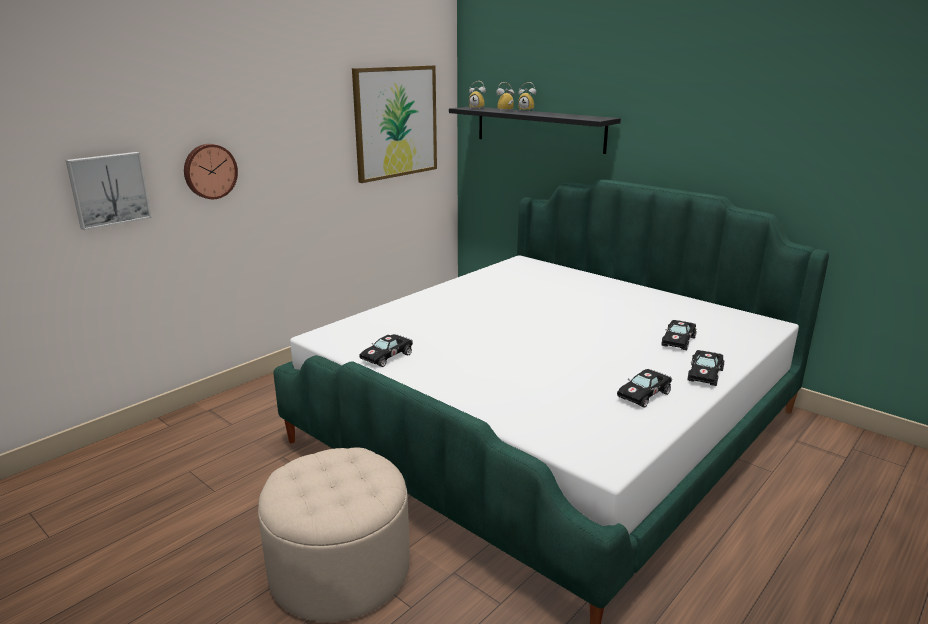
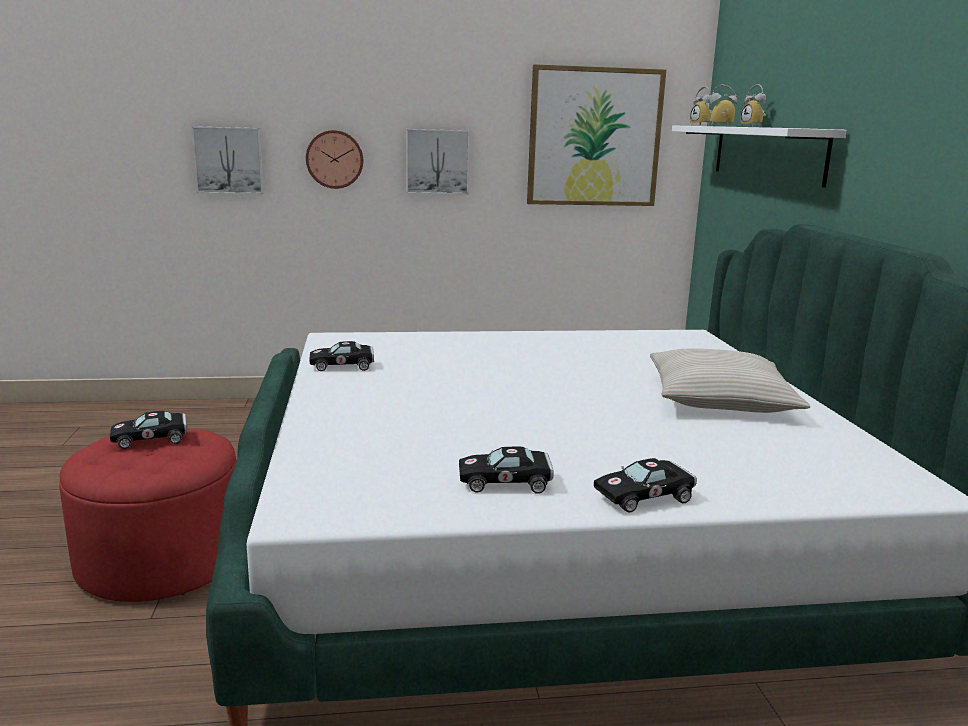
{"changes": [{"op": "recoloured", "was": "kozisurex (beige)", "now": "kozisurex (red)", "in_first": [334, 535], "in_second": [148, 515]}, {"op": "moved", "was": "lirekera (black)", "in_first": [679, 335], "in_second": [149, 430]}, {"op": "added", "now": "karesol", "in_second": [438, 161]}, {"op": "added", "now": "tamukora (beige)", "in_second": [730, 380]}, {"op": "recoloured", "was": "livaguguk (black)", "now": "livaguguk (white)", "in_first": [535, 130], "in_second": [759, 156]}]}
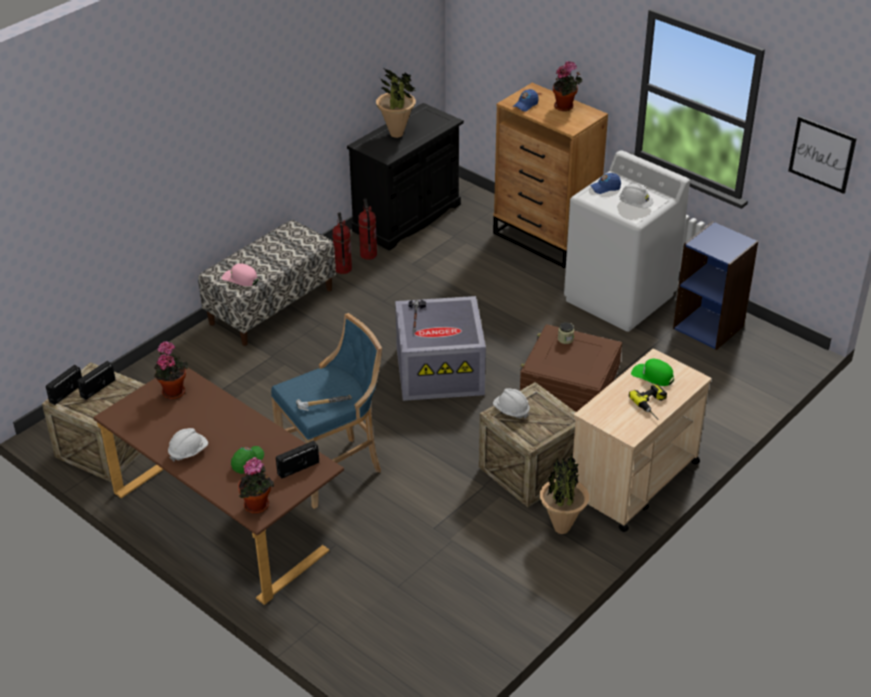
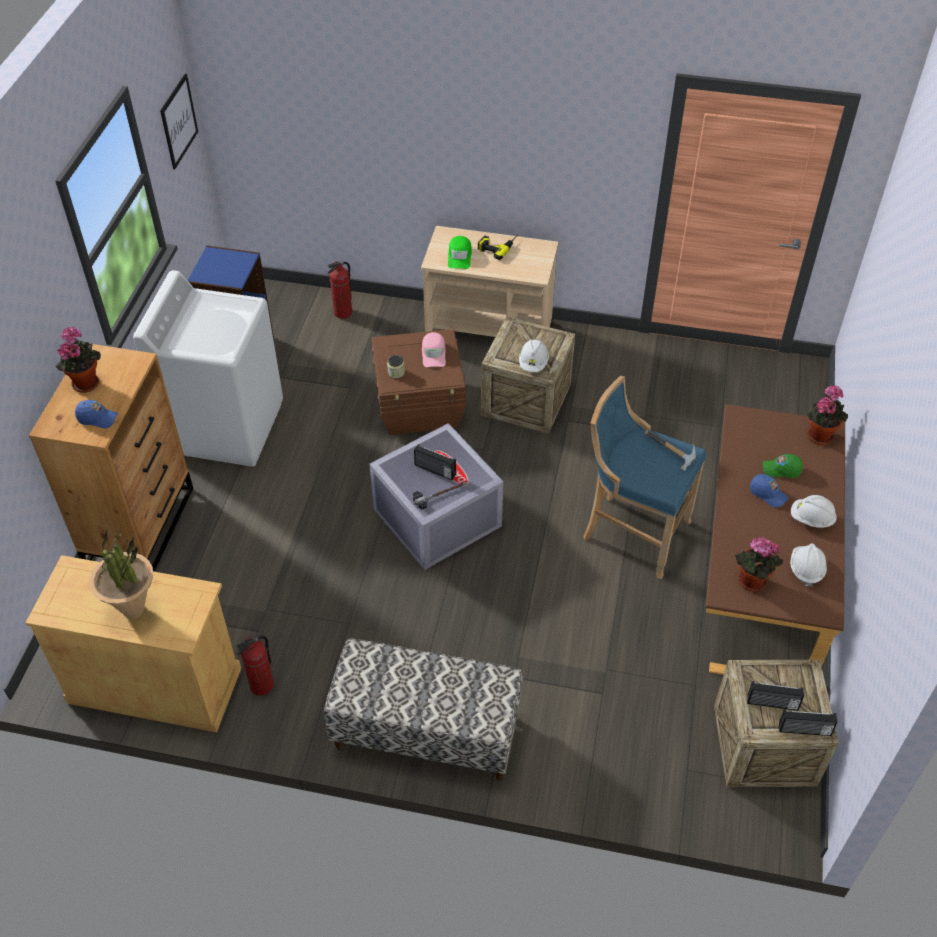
{"changes": [{"op": "recoloured", "was": "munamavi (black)", "now": "munamavi (beige)", "in_first": [405, 177], "in_second": [133, 644]}, {"op": "moved", "was": "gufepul", "in_first": [342, 243], "in_second": [339, 290]}, {"op": "moved", "was": "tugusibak", "in_first": [297, 460], "in_second": [435, 462]}, {"op": "moved", "was": "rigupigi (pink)", "in_first": [240, 274], "in_second": [434, 349]}, {"op": "moved", "was": "rigupigi (blue)", "in_first": [605, 183], "in_second": [769, 490]}, {"op": "moved", "was": "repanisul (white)", "in_first": [636, 195], "in_second": [808, 565]}, {"op": "removed", "was": "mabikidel", "in_first": [564, 494]}]}
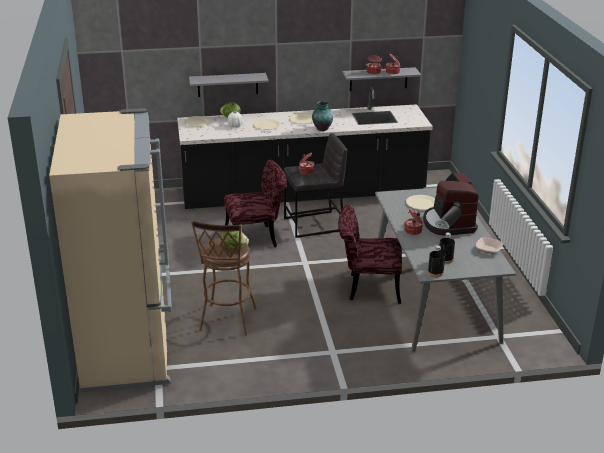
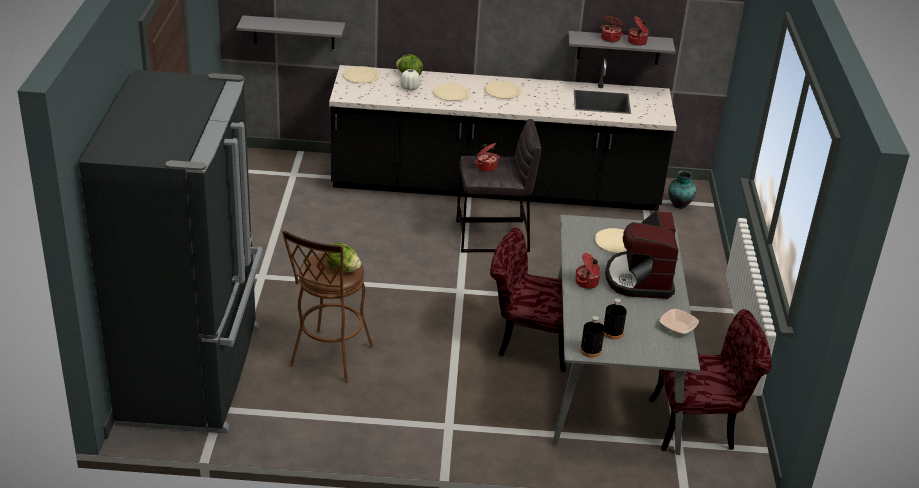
{"changes": [{"op": "recoloured", "was": "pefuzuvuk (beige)", "now": "pefuzuvuk (black)", "in_first": [110, 250], "in_second": [171, 252]}, {"op": "moved", "was": "livaguguk (grey)", "in_first": [229, 85], "in_second": [291, 32]}, {"op": "moved", "was": "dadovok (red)", "in_first": [255, 203], "in_second": [710, 380]}, {"op": "moved", "was": "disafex", "in_first": [322, 116], "in_second": [682, 190]}]}
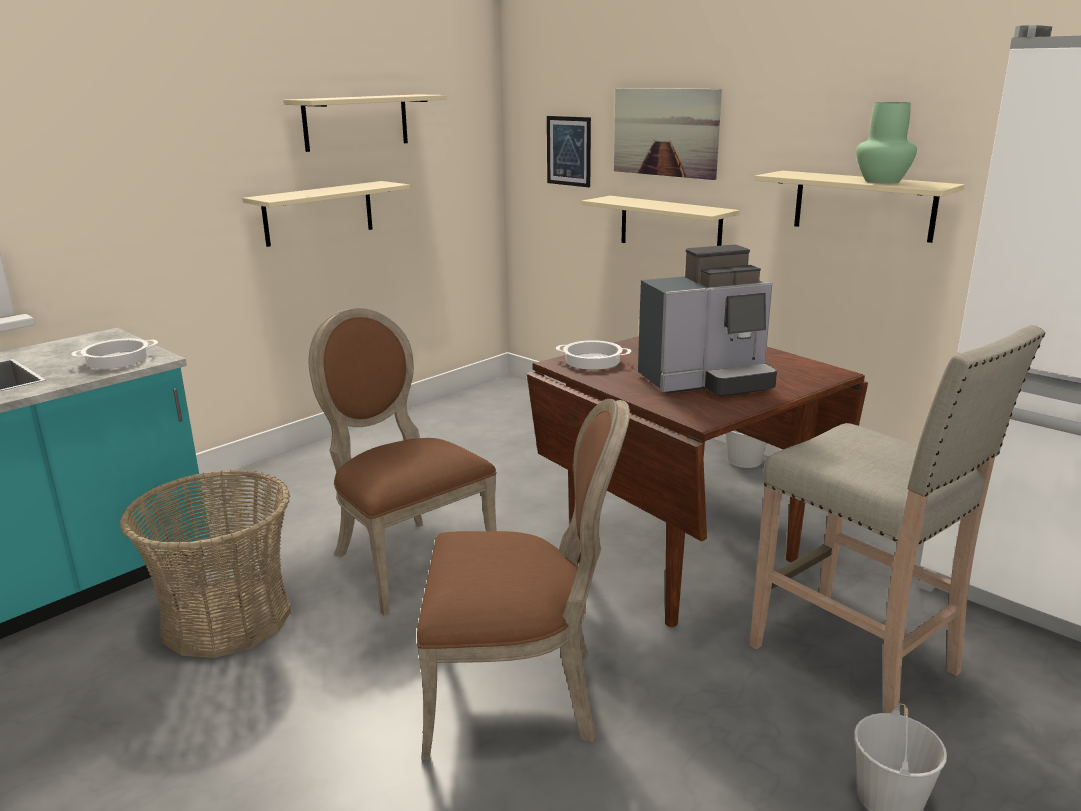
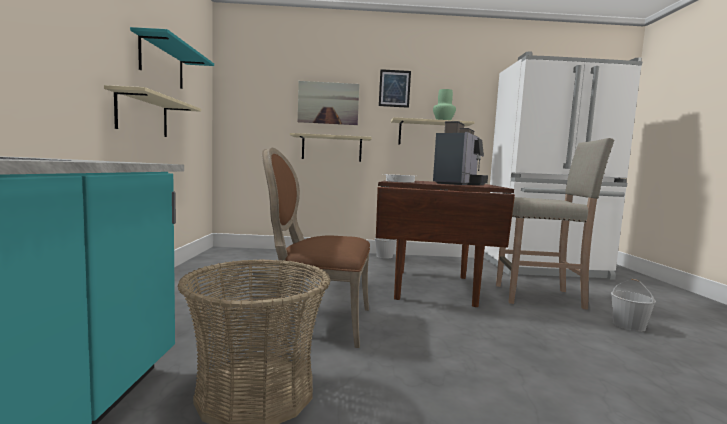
{"changes": [{"op": "recoloured", "was": "livaguguk (beige)", "now": "livaguguk (turquoise)", "in_first": [365, 123], "in_second": [172, 58]}, {"op": "moved", "was": "karesol", "in_first": [569, 151], "in_second": [395, 88]}, {"op": "removed", "was": "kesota", "in_first": [114, 354]}, {"op": "removed", "was": "dadovok (brown)", "in_first": [523, 579]}]}
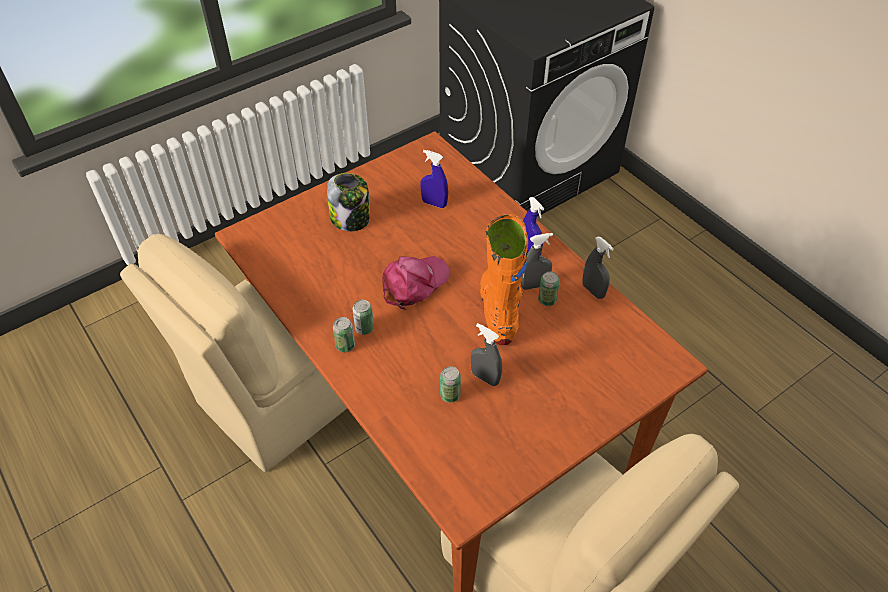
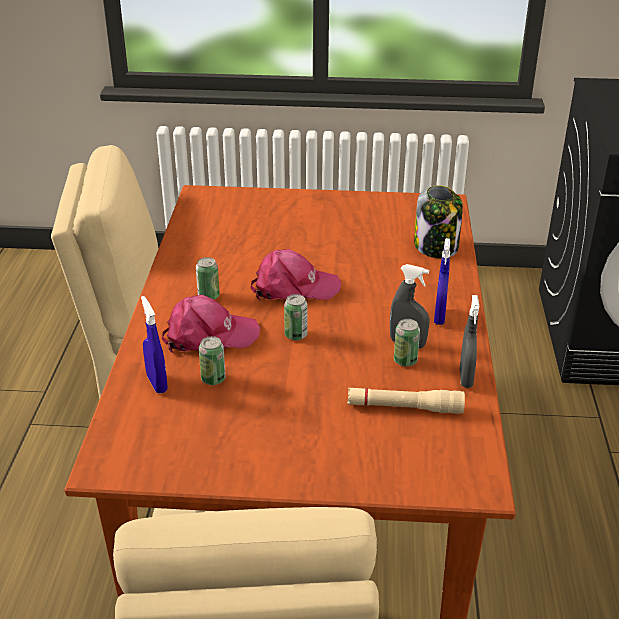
{"changes": [{"op": "moved", "was": "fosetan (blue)", "in_first": [434, 179], "in_second": [154, 345]}, {"op": "added", "now": "rigupigi (pink)", "in_second": [211, 324]}, {"op": "moved", "was": "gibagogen", "in_first": [344, 334], "in_second": [296, 317]}, {"op": "added", "now": "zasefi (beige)", "in_second": [406, 401]}, {"op": "moved", "was": "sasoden", "in_first": [348, 202], "in_second": [438, 221]}, {"op": "removed", "was": "fosetan (grey)", "in_first": [486, 354]}, {"op": "removed", "was": "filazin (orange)", "in_first": [504, 279]}]}
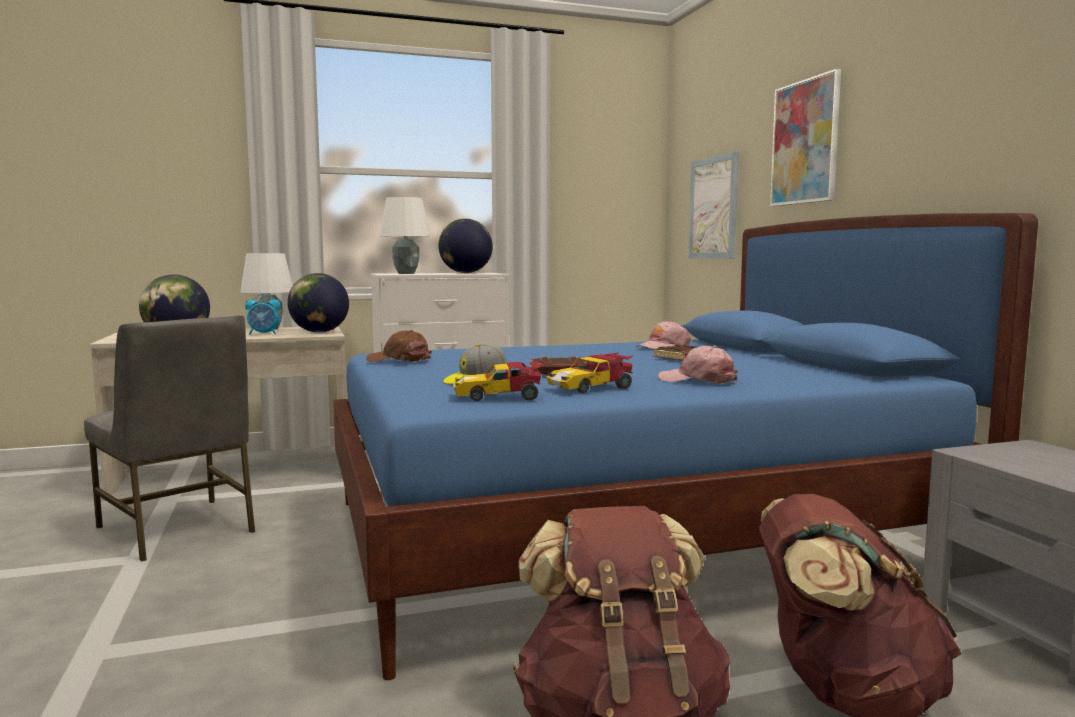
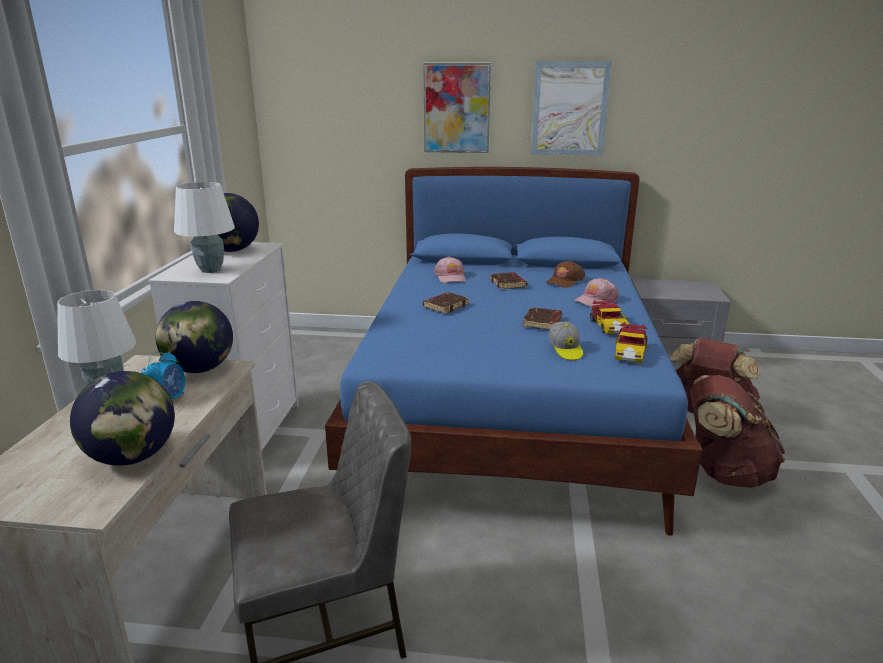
{"changes": [{"op": "added", "now": "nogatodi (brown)", "in_second": [446, 303]}, {"op": "moved", "was": "karesol", "in_first": [714, 205], "in_second": [571, 109]}, {"op": "moved", "was": "rigupigi (brown)", "in_first": [399, 346], "in_second": [565, 274]}]}
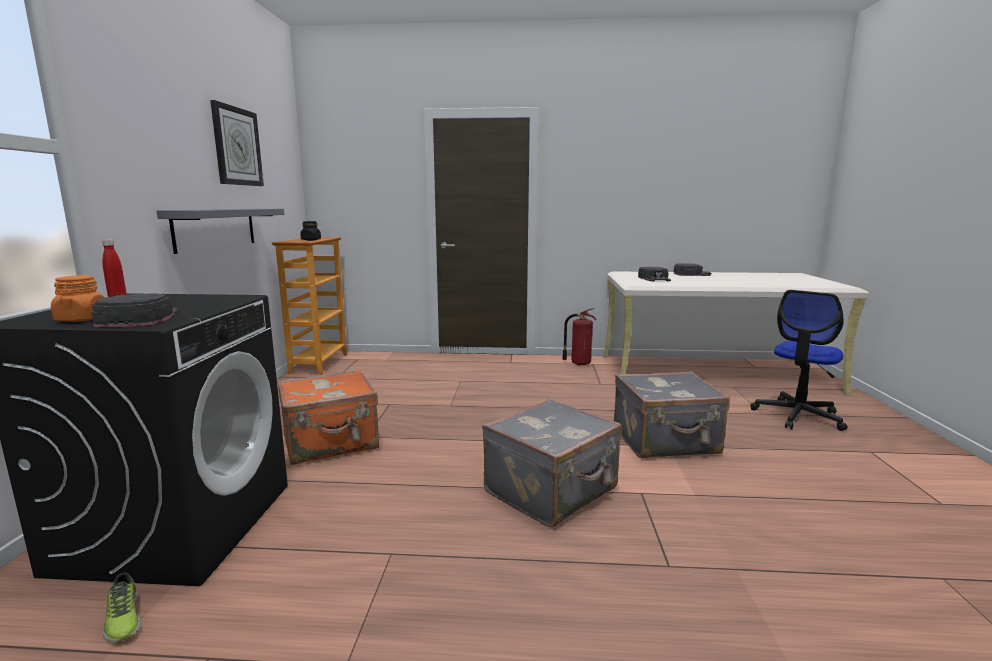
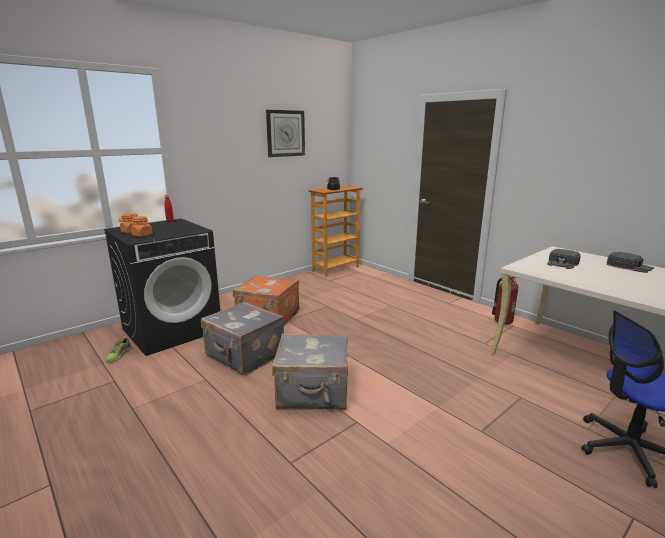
{"changes": [{"op": "replaced", "was": "rigupigi (black)", "now": "sasoden (orange)", "in_first": [135, 310], "in_second": [141, 226]}, {"op": "moved", "was": "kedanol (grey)", "in_first": [672, 414], "in_second": [242, 338]}, {"op": "removed", "was": "livaguguk (grey)", "in_first": [220, 231]}]}
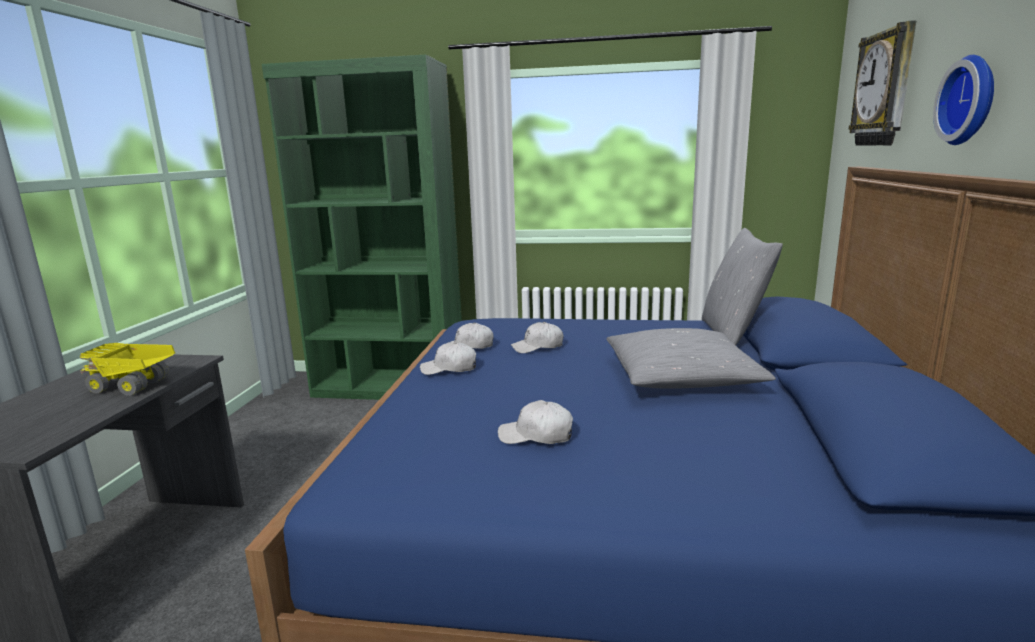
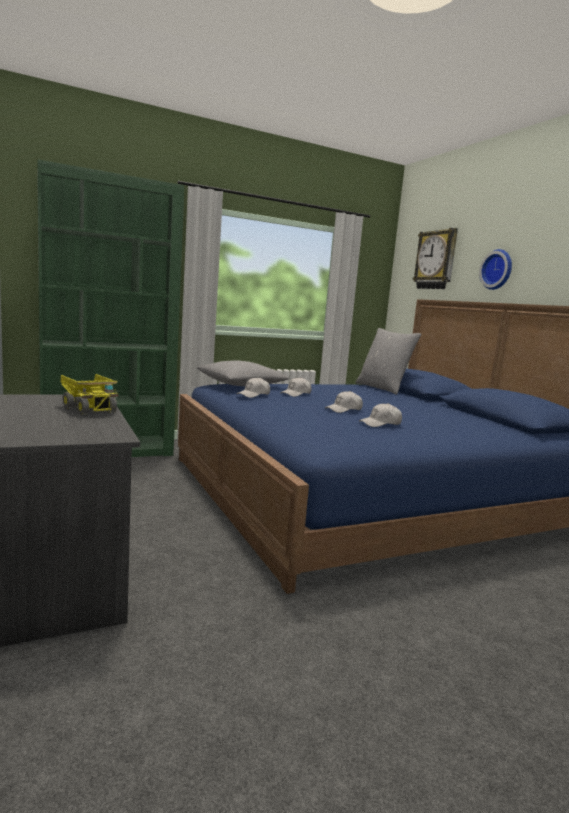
{"changes": [{"op": "turned", "was": "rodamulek", "in_first": [127, 369], "in_second": [89, 394], "clockwise": -105}, {"op": "moved", "was": "tamukora (grey)", "in_first": [691, 358], "in_second": [243, 373]}, {"op": "moved", "was": "rigupigi (white)", "in_first": [448, 358], "in_second": [344, 402]}]}
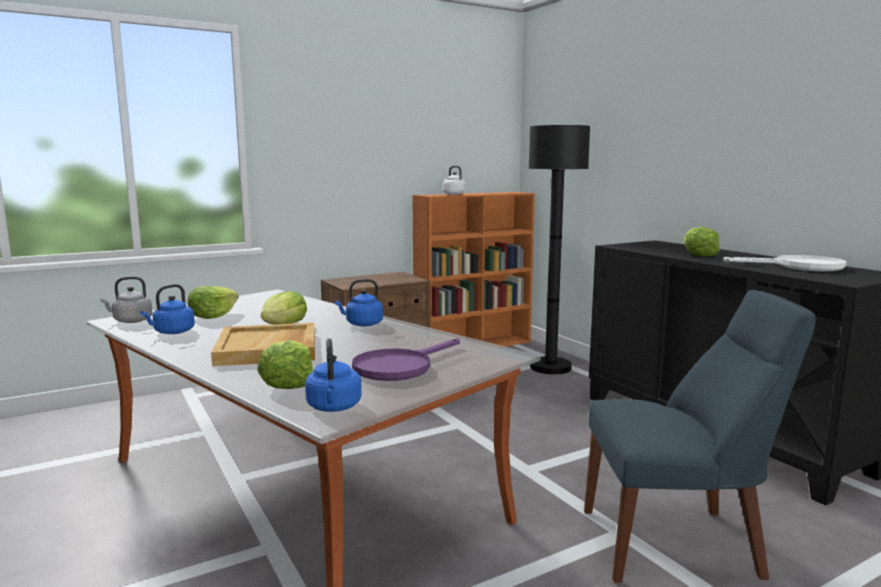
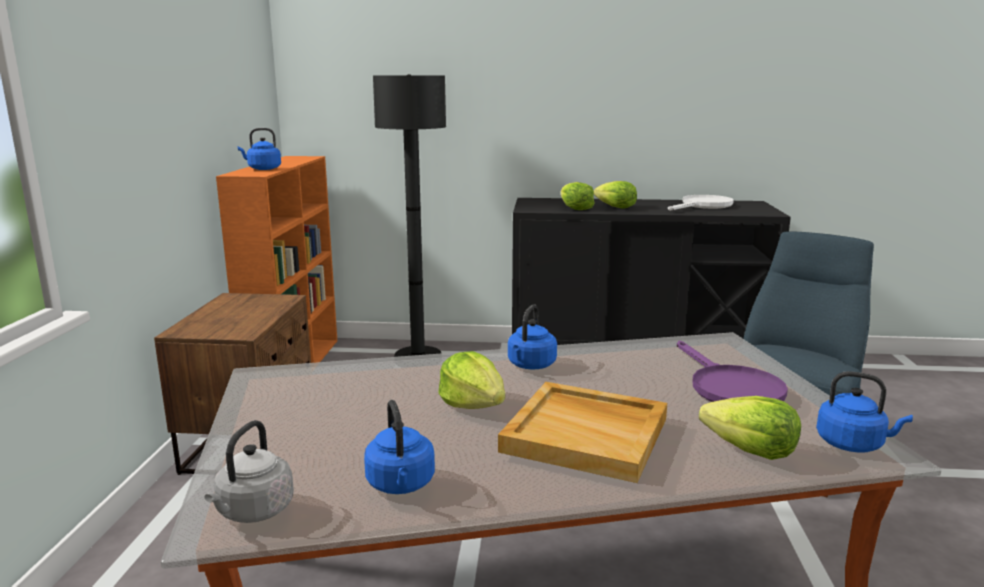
{"changes": [{"op": "recoloured", "was": "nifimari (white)", "now": "nifimari (blue)", "in_first": [454, 180], "in_second": [259, 149]}, {"op": "moved", "was": "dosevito", "in_first": [213, 302], "in_second": [577, 196]}]}
